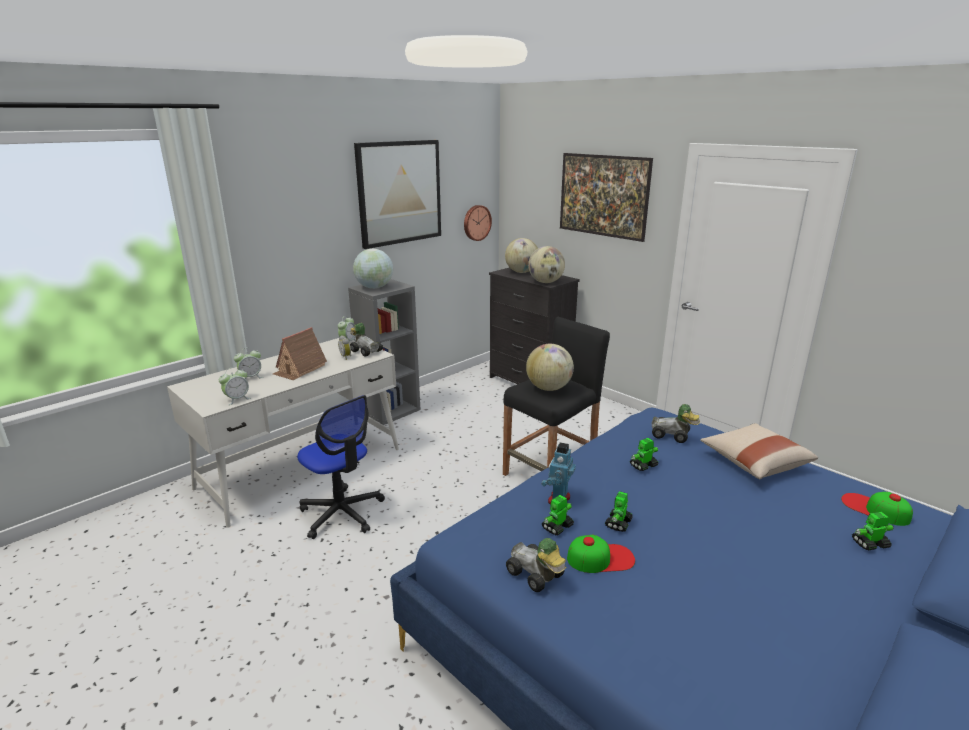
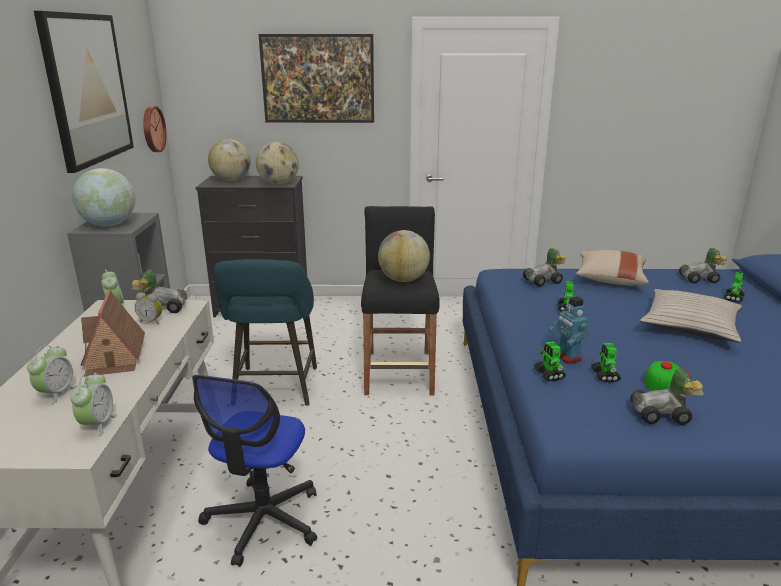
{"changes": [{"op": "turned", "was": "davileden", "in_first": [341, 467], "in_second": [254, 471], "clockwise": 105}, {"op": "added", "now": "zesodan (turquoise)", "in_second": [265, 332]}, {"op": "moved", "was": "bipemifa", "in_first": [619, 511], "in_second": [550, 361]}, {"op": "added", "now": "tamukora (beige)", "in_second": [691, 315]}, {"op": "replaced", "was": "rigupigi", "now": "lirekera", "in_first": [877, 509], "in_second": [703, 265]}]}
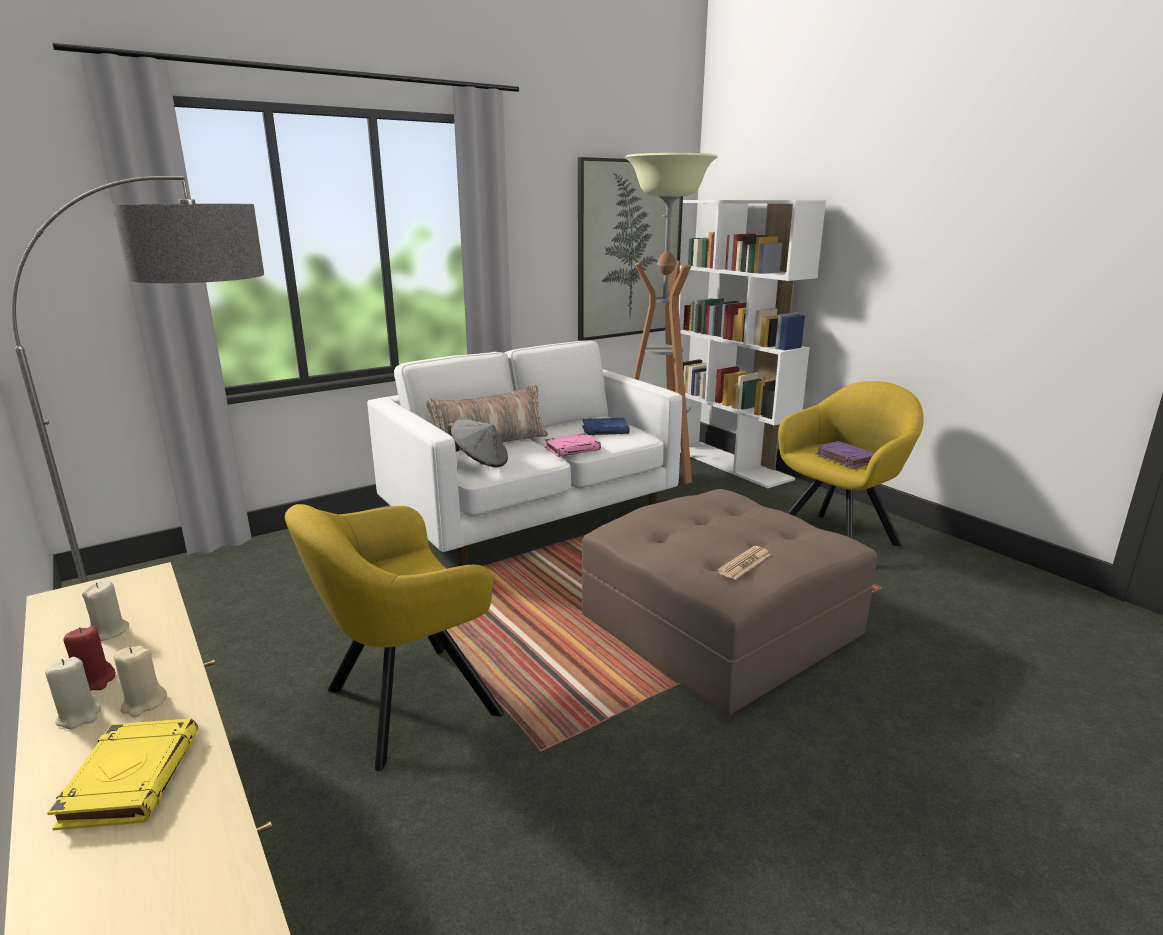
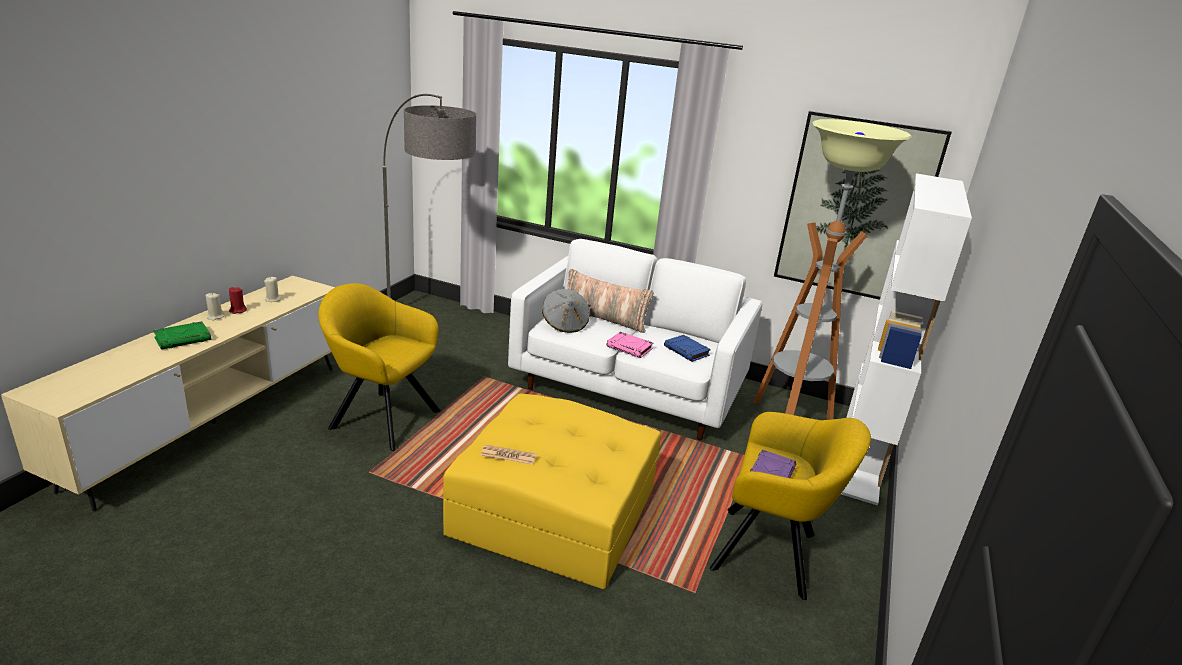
{"changes": [{"op": "recoloured", "was": "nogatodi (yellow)", "now": "nogatodi (green)", "in_first": [122, 775], "in_second": [182, 335]}, {"op": "recoloured", "was": "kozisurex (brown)", "now": "kozisurex (yellow)", "in_first": [730, 602], "in_second": [552, 491]}, {"op": "removed", "was": "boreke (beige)", "in_first": [140, 681]}]}
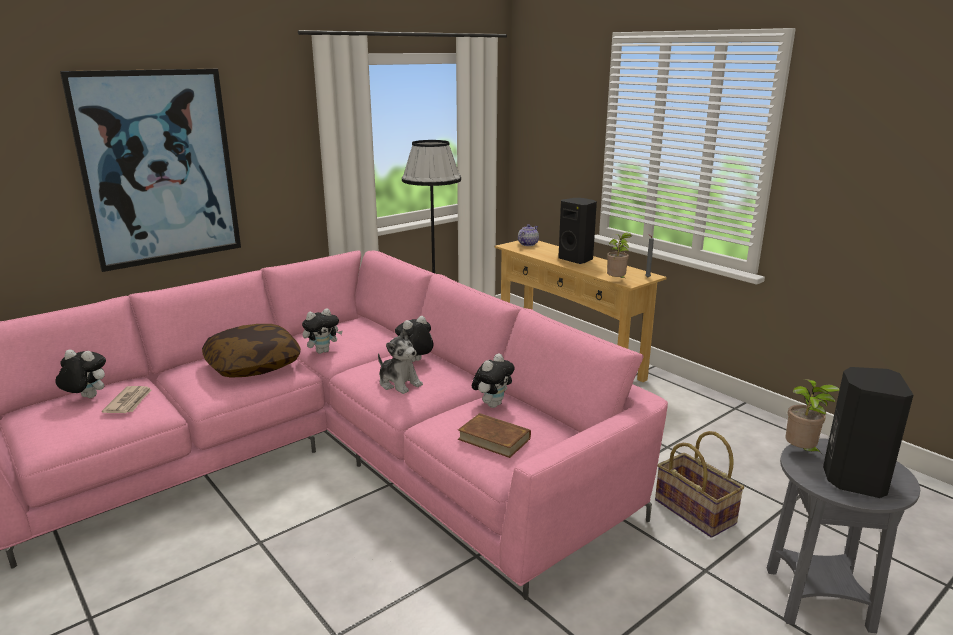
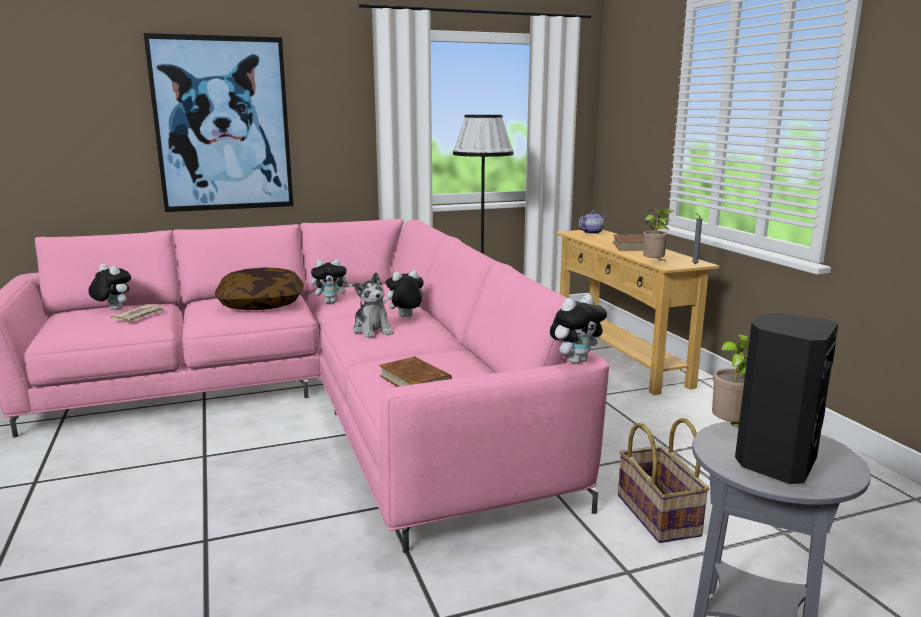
{"changes": [{"op": "moved", "was": "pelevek", "in_first": [493, 380], "in_second": [578, 329]}, {"op": "replaced", "was": "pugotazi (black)", "now": "nogatodi (brown)", "in_first": [577, 231], "in_second": [628, 243]}]}
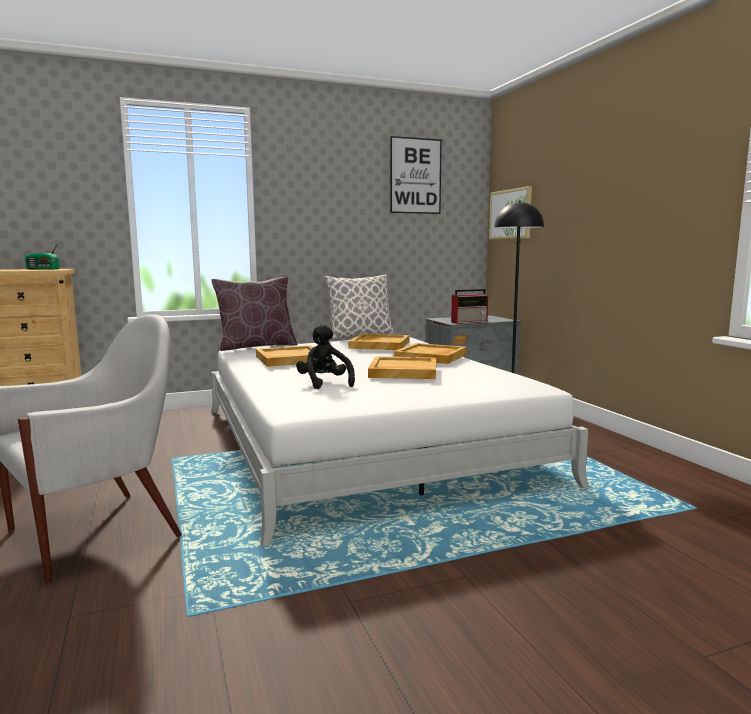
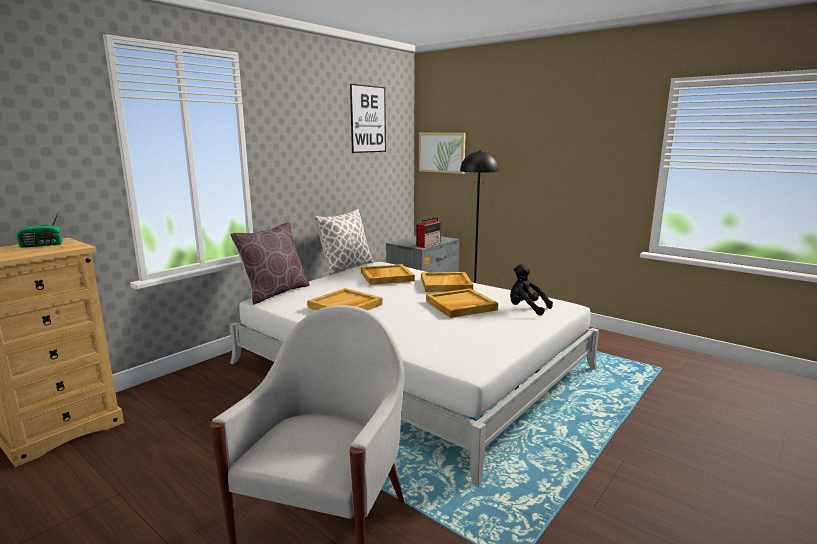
{"changes": [{"op": "moved", "was": "pelevek (black)", "in_first": [325, 356], "in_second": [531, 289]}]}
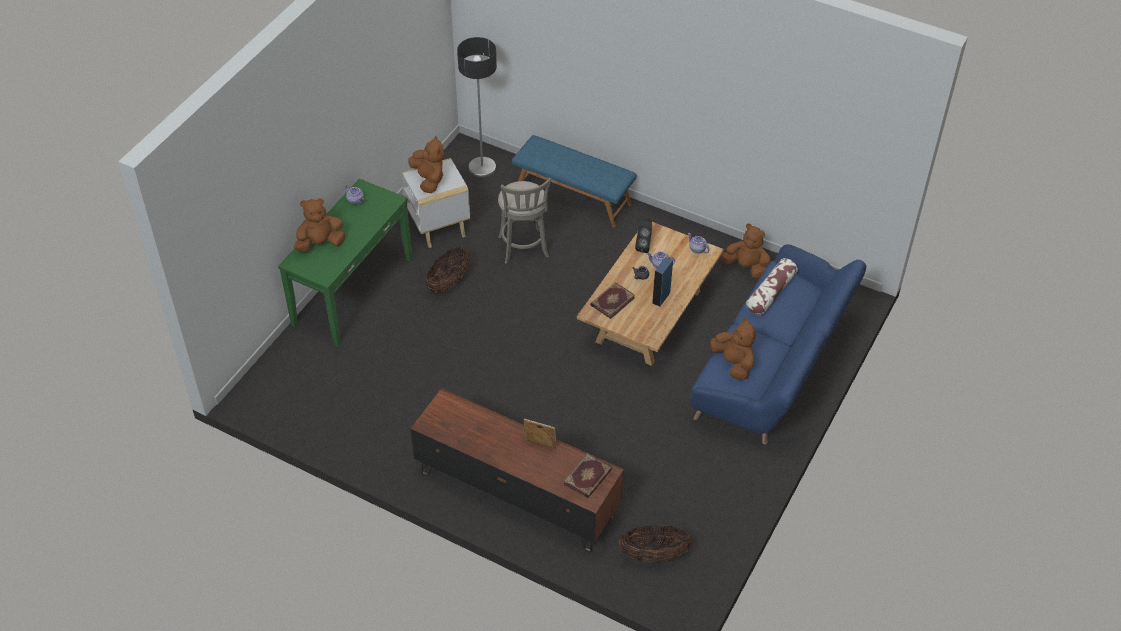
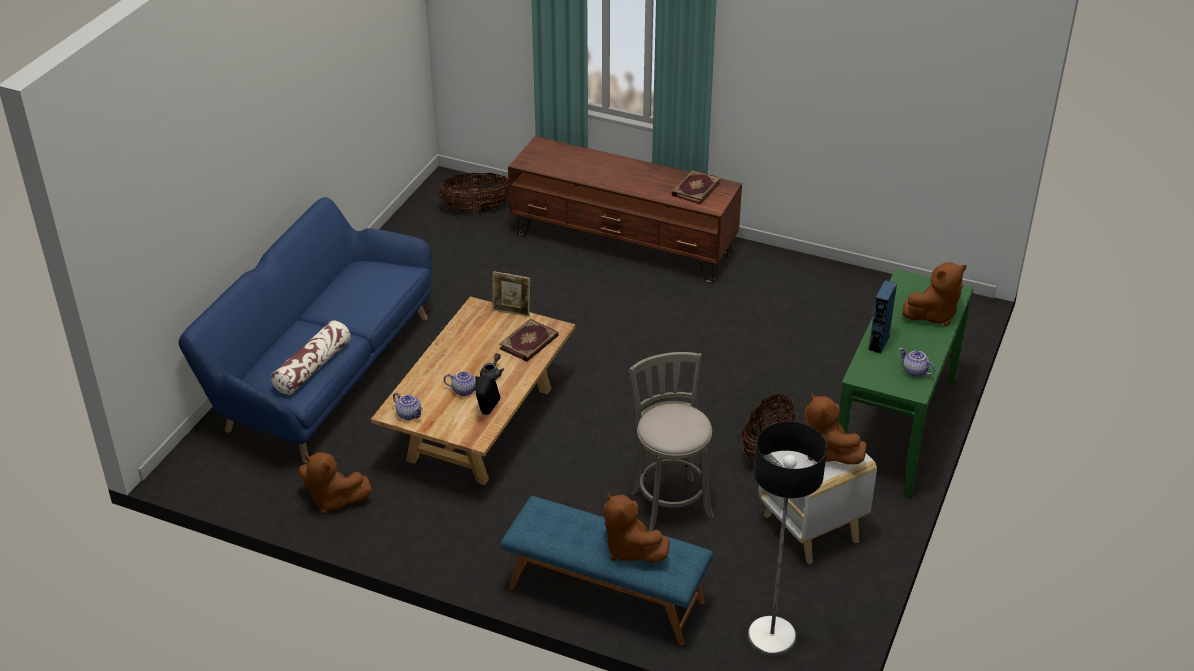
{"changes": [{"op": "moved", "was": "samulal", "in_first": [540, 434], "in_second": [511, 294]}, {"op": "moved", "was": "pelevek (brown)", "in_first": [733, 348], "in_second": [637, 527]}, {"op": "moved", "was": "nogatodi", "in_first": [588, 475], "in_second": [696, 187]}, {"op": "moved", "was": "pugotazi (blue)", "in_first": [662, 282], "in_second": [882, 317]}]}
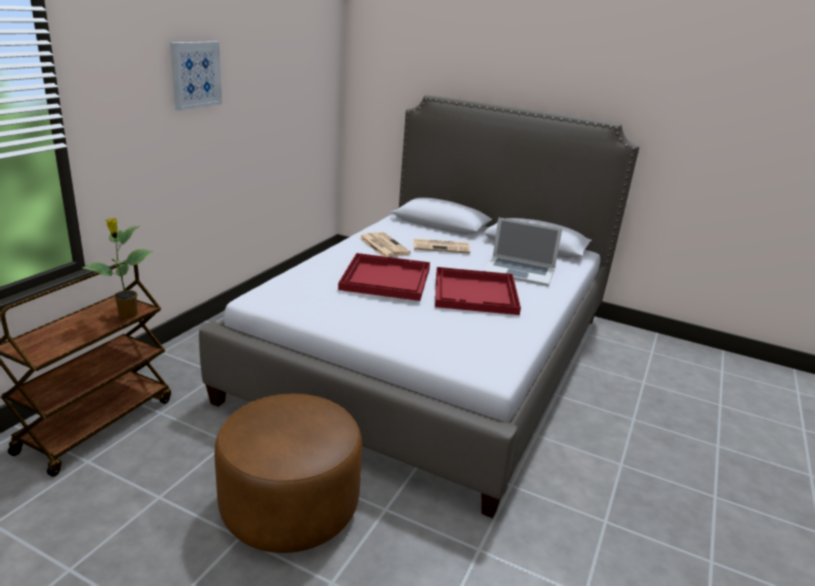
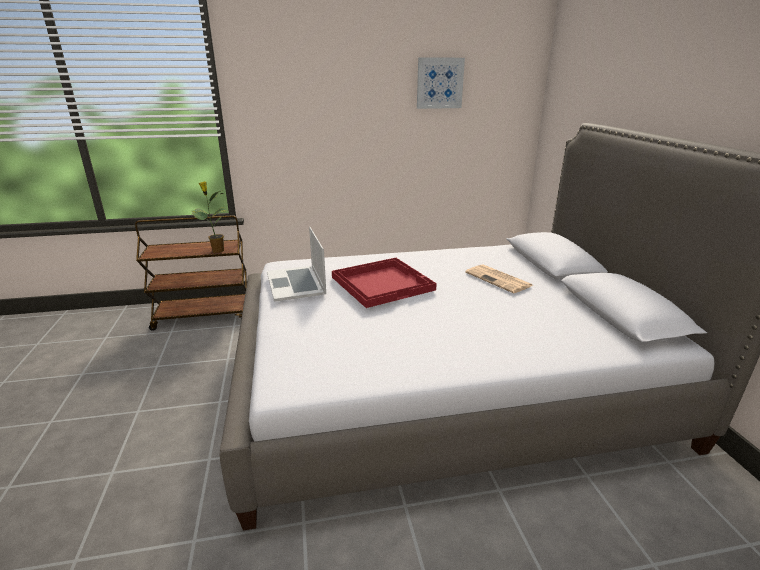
{"changes": [{"op": "moved", "was": "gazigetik", "in_first": [522, 251], "in_second": [296, 264]}, {"op": "moved", "was": "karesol", "in_first": [196, 76], "in_second": [441, 83]}, {"op": "removed", "was": "kozisurex (brown)", "in_first": [288, 473]}, {"op": "removed", "was": "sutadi", "in_first": [385, 244]}, {"op": "removed", "was": "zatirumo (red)", "in_first": [478, 291]}]}
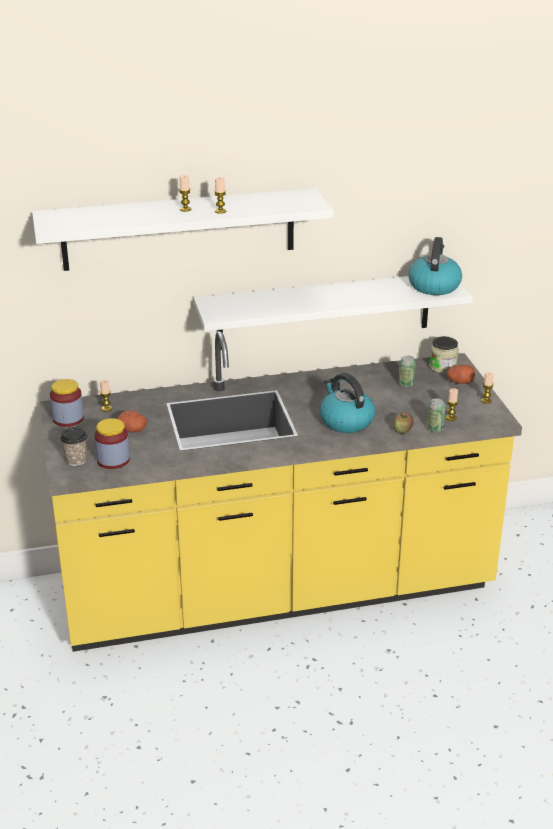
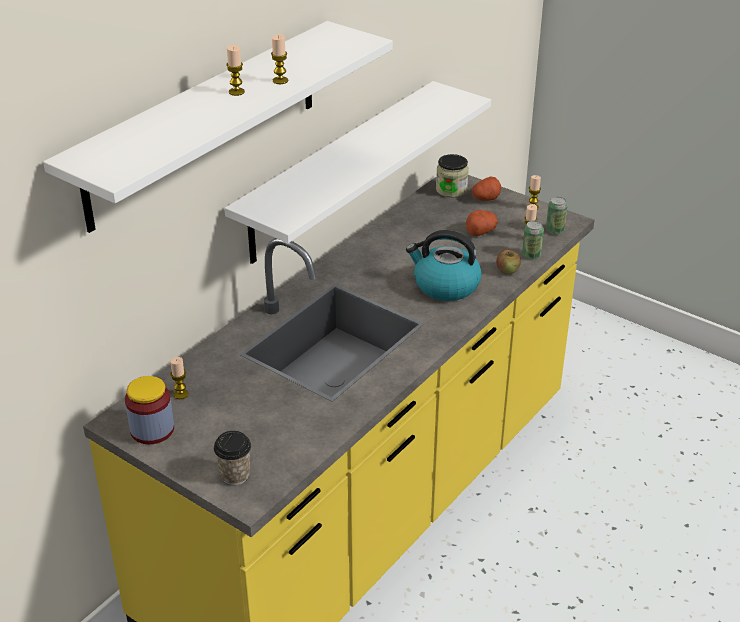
{"changes": [{"op": "moved", "was": "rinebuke", "in_first": [132, 421], "in_second": [482, 223]}, {"op": "moved", "was": "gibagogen", "in_first": [407, 371], "in_second": [556, 215]}, {"op": "removed", "was": "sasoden", "in_first": [112, 443]}, {"op": "removed", "was": "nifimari", "in_first": [435, 266]}]}
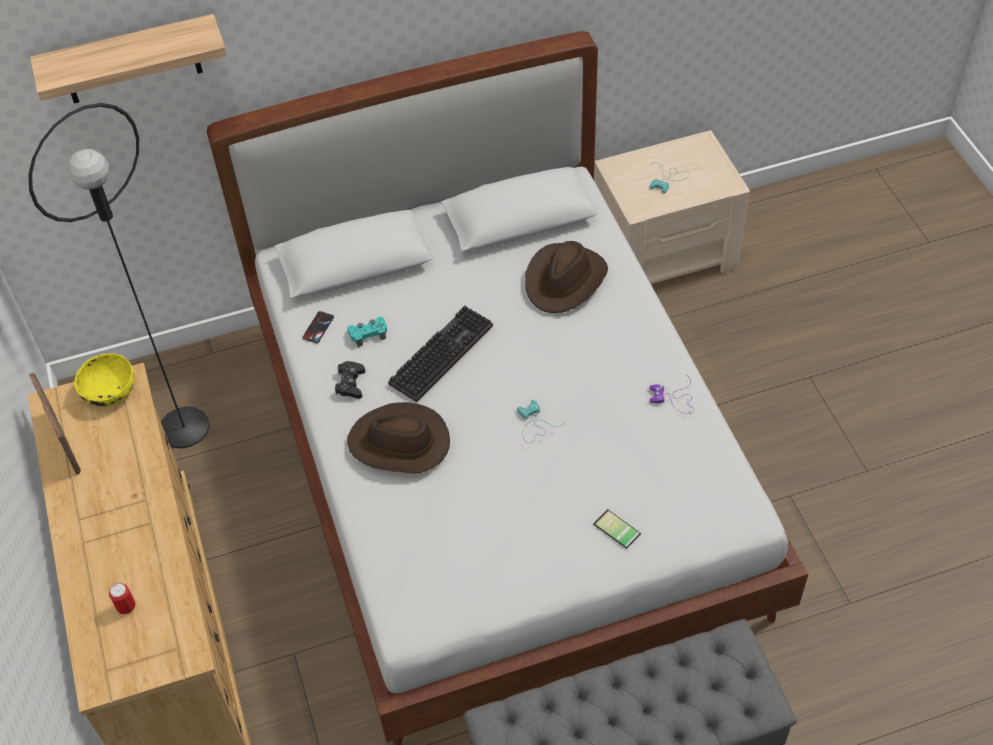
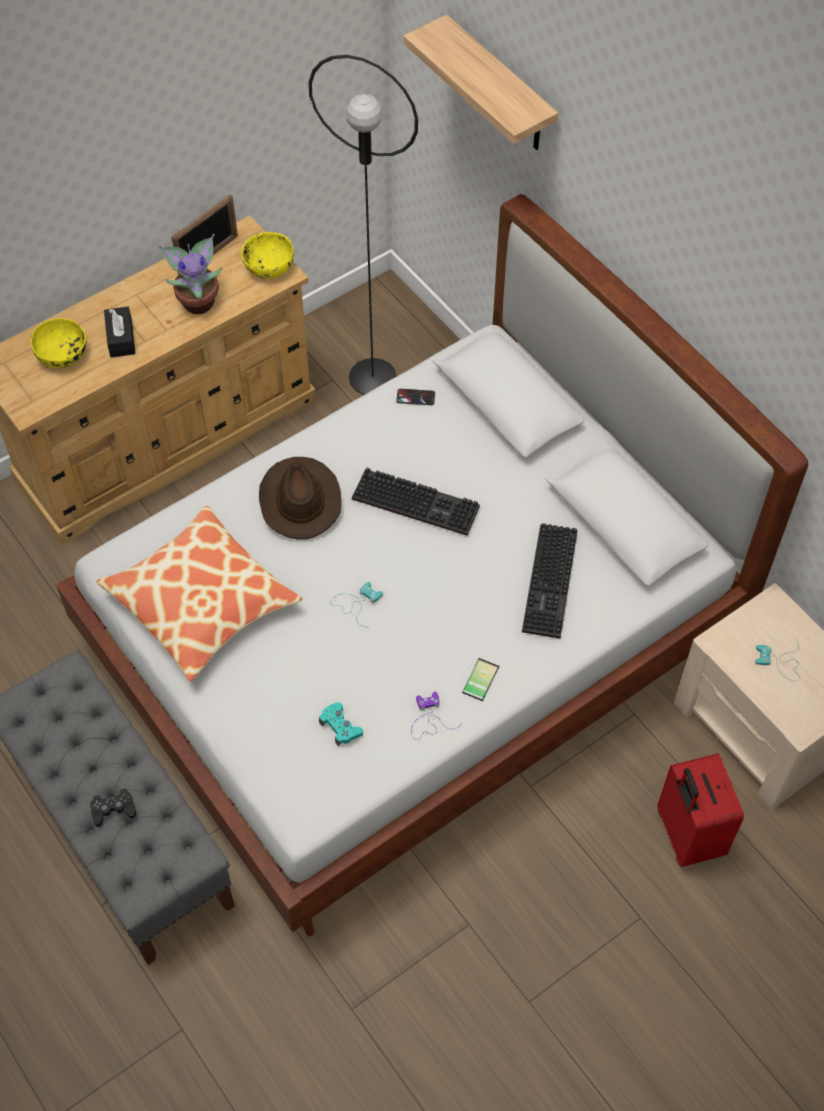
{"changes": [{"op": "replaced", "was": "gibagogen", "now": "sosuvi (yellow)", "in_first": [122, 598], "in_second": [58, 343]}, {"op": "moved", "was": "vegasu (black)", "in_first": [350, 380], "in_second": [113, 807]}, {"op": "added", "now": "tamukora", "in_second": [199, 594]}, {"op": "added", "now": "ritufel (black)", "in_second": [119, 332]}, {"op": "added", "now": "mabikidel", "in_second": [190, 274]}, {"op": "moved", "was": "vegasu (turquoise)", "in_first": [367, 332], "in_second": [341, 724]}, {"op": "moved", "was": "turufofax", "in_first": [617, 529], "in_second": [480, 679]}, {"op": "replaced", "was": "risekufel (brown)", "now": "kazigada", "in_first": [566, 277], "in_second": [550, 580]}, {"op": "added", "now": "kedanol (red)", "in_second": [701, 810]}]}
